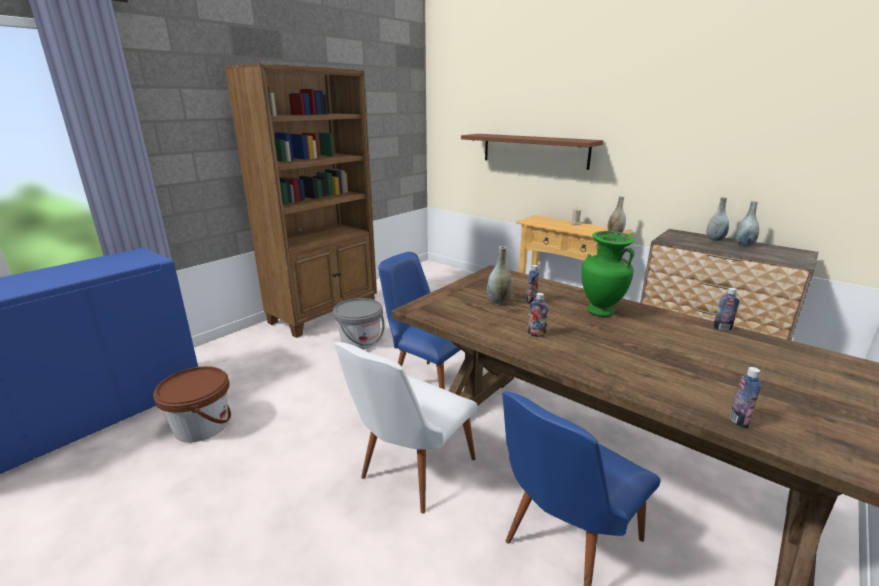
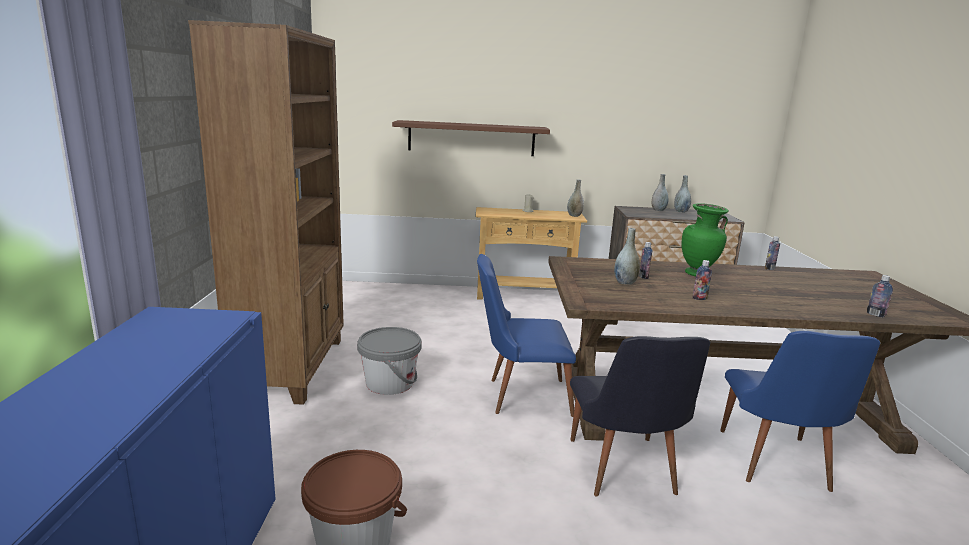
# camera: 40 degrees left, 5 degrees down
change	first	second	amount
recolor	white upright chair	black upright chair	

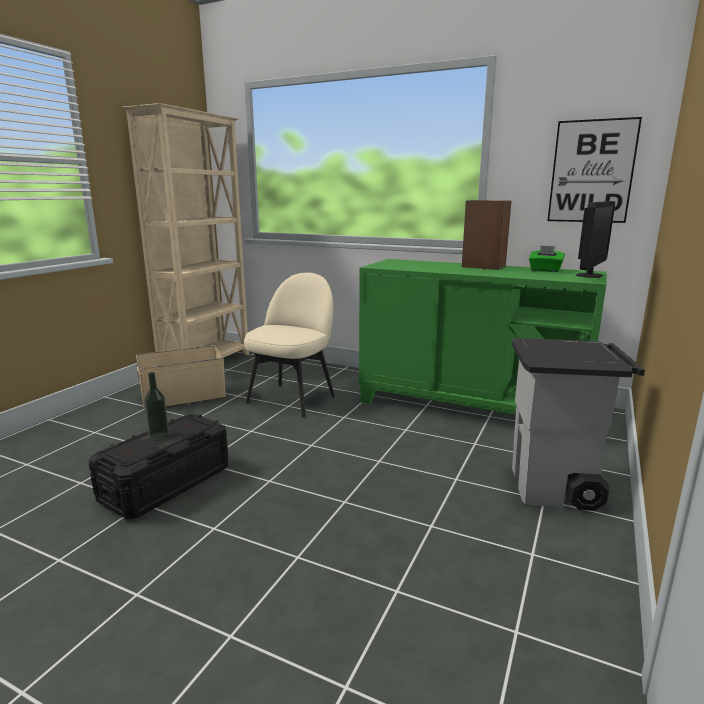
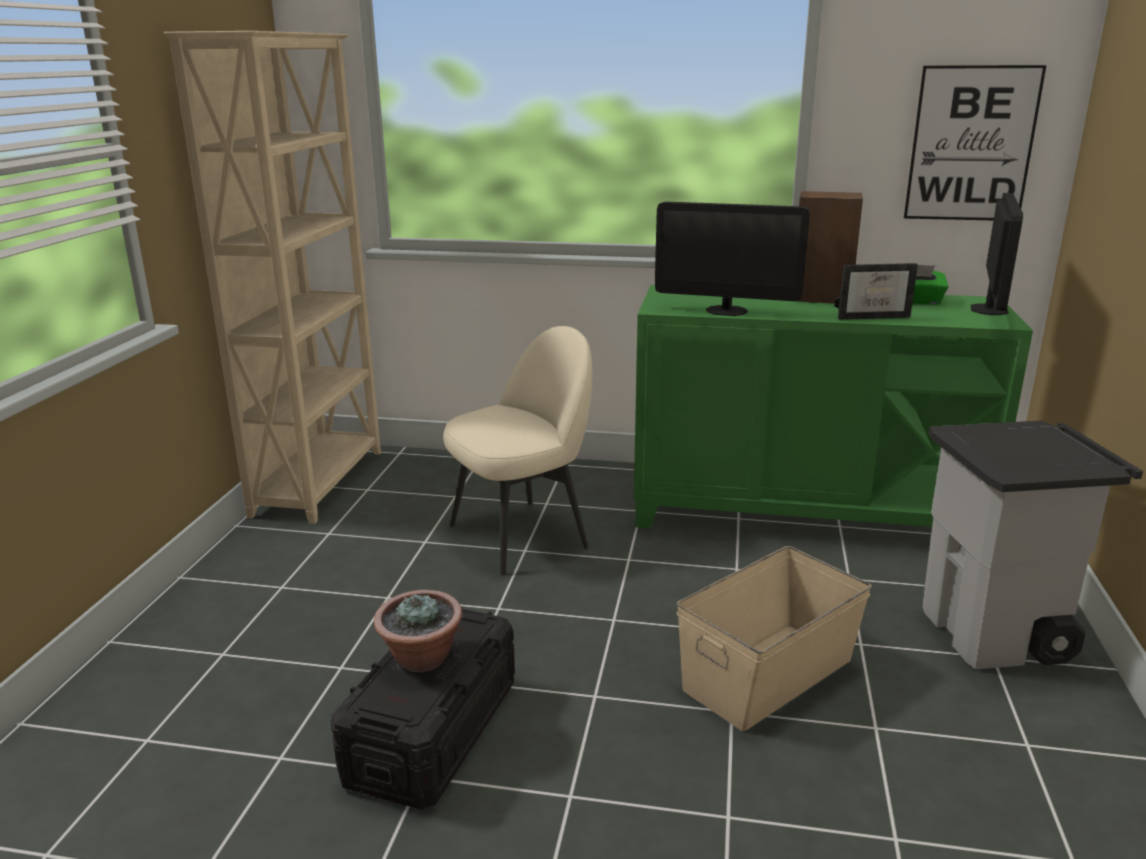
# camera: 15 degrees left, 5 degrees up
change	first	second	amount
insert		computer screen (1st from left)	
insert		picture frame	
move	beige-coloured storage container		
replace	beverage bottle	plant in a pot	
rotate	beige-coloured upright chair		45 degrees clockwise

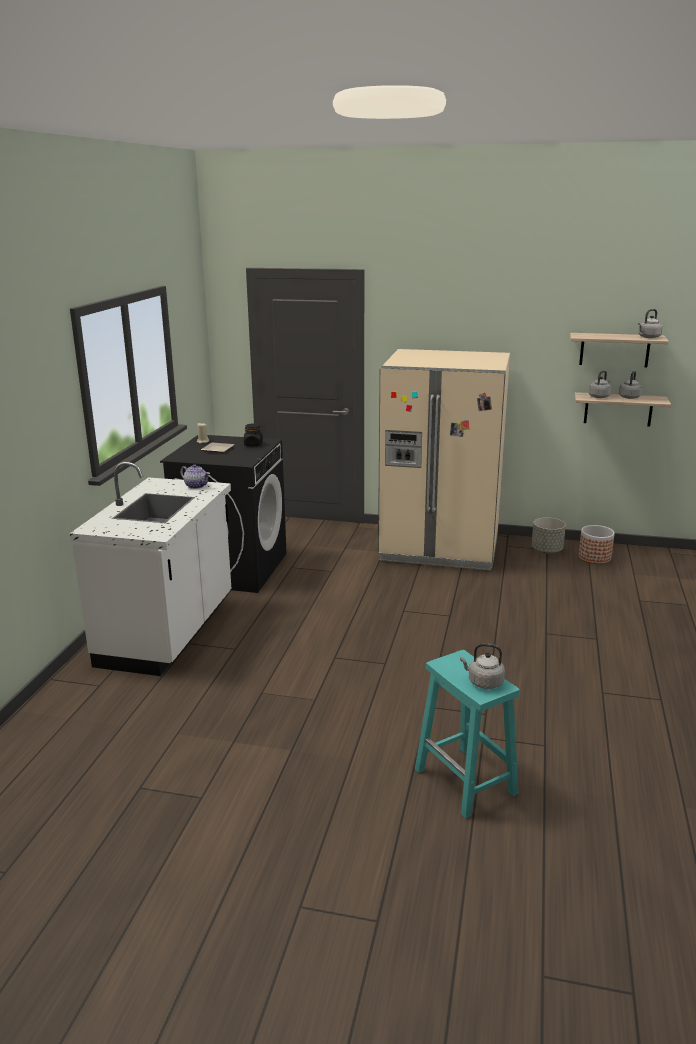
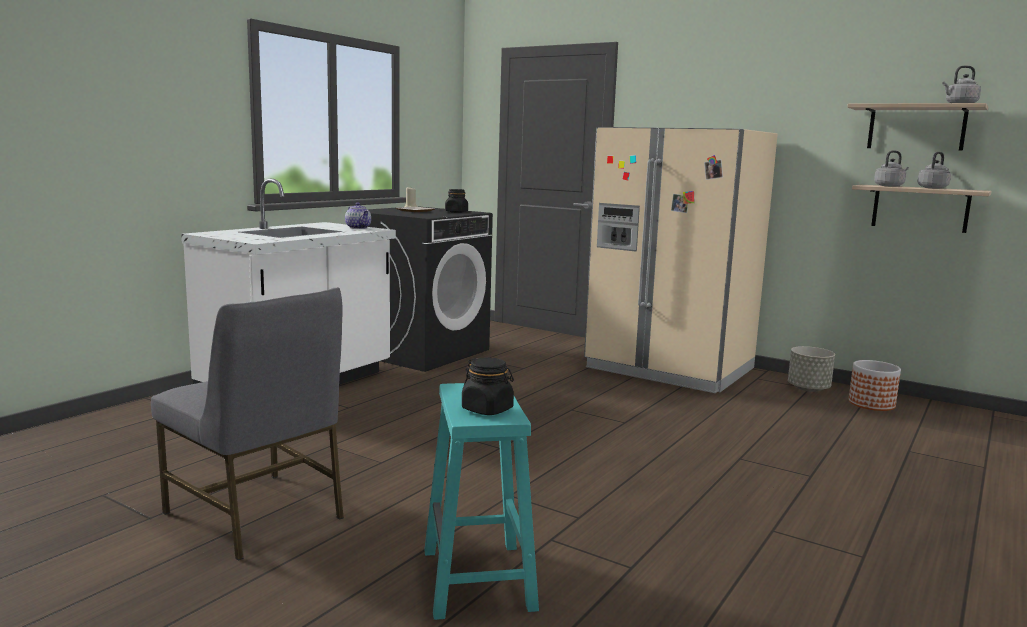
# camera: 20 degrees right, 10 degrees down
change	first	second	amount
insert		grey upright chair	
replace	grey kettle (1st from left)	black jar (2nd from left)	

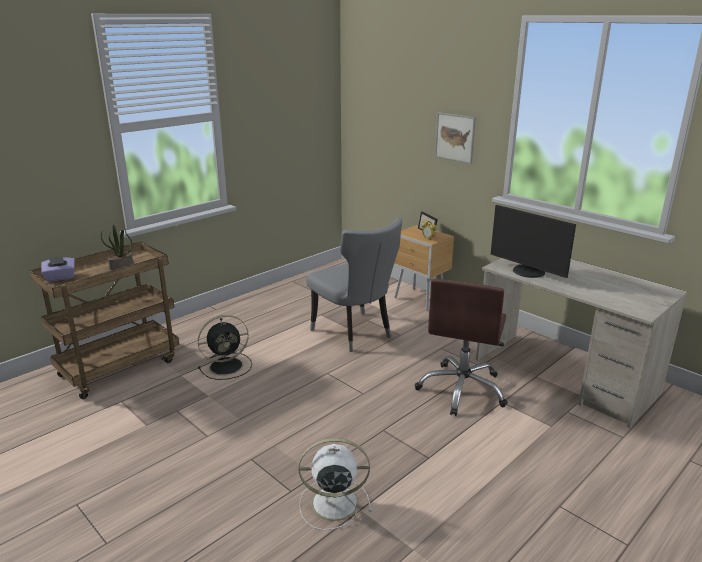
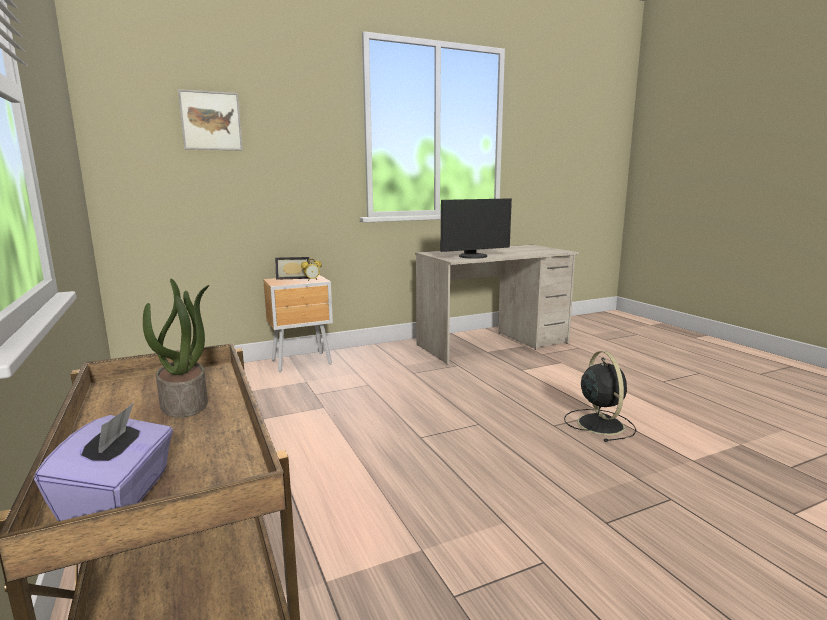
# camera: 70 degrees left, 10 degrees down
change	first	second	amount
delete	white cooling fan		
delete	grey upright chair		
delete	brown-coloured desk chair		
move	black cooling fan		
move	picture		

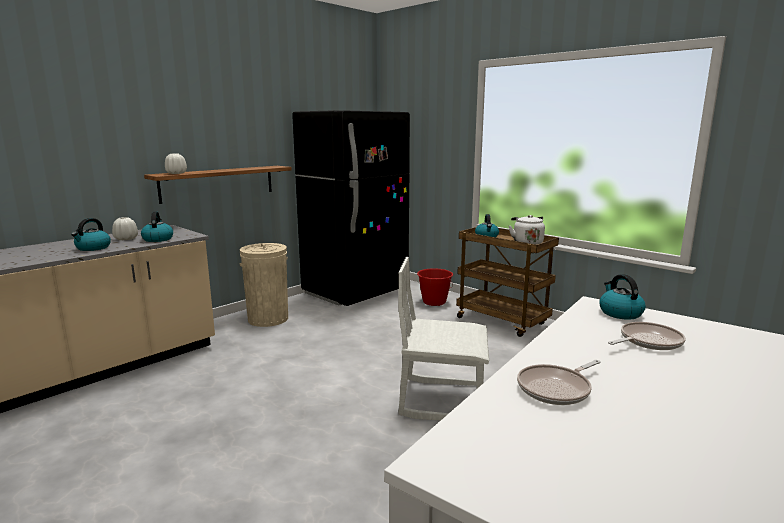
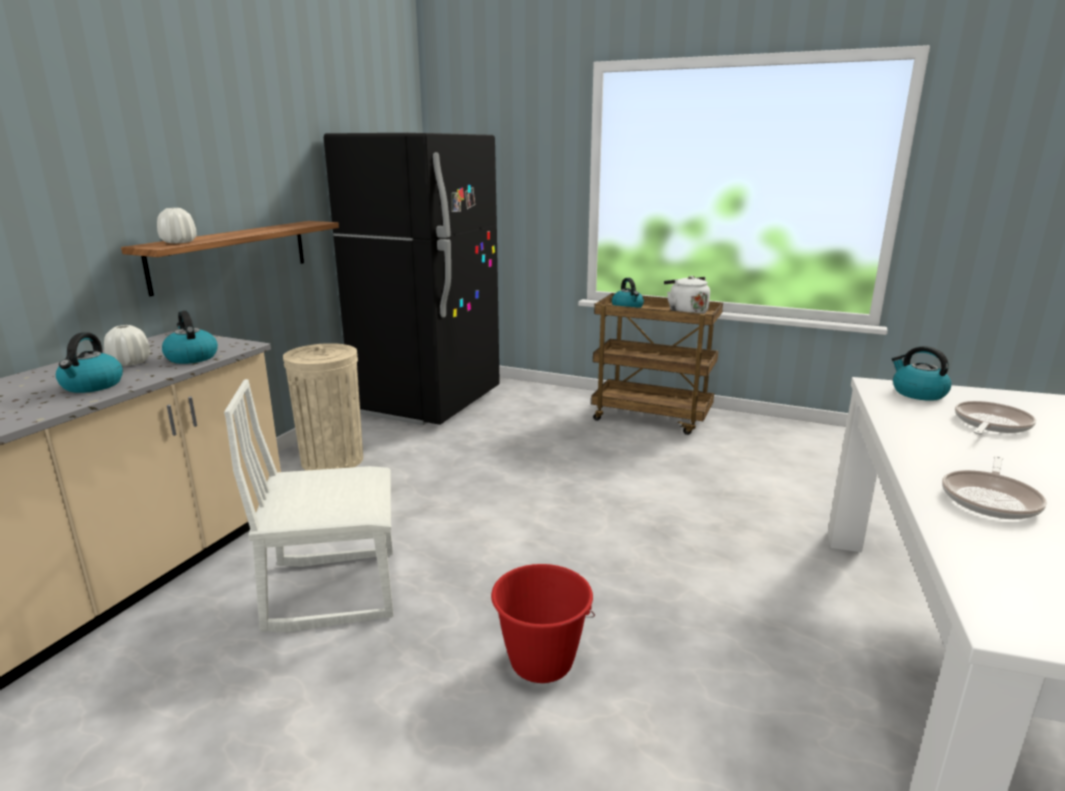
# camera: 20 degrees left, 5 degrees up
change	first	second	amount
move	white upright chair		
move	red-coloured pail		

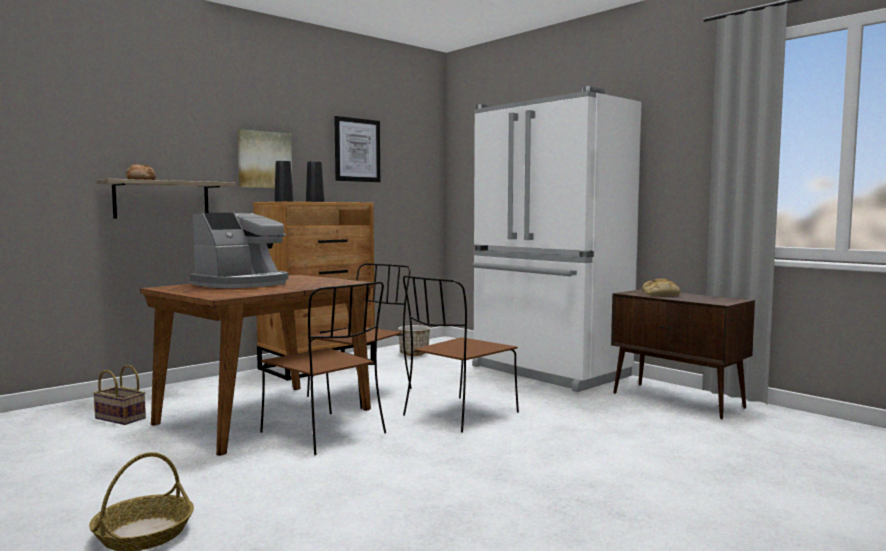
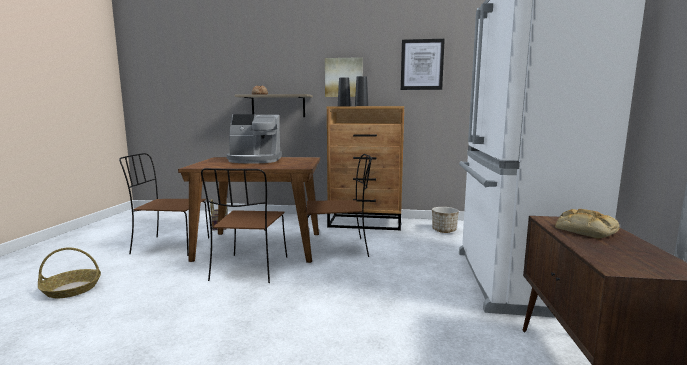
# camera: 50 degrees right, 5 degrees up
change	first	second	amount
move	brown-coloured upright chair (3rd from left in the first image)	brown-coloured upright chair (1st from left)	

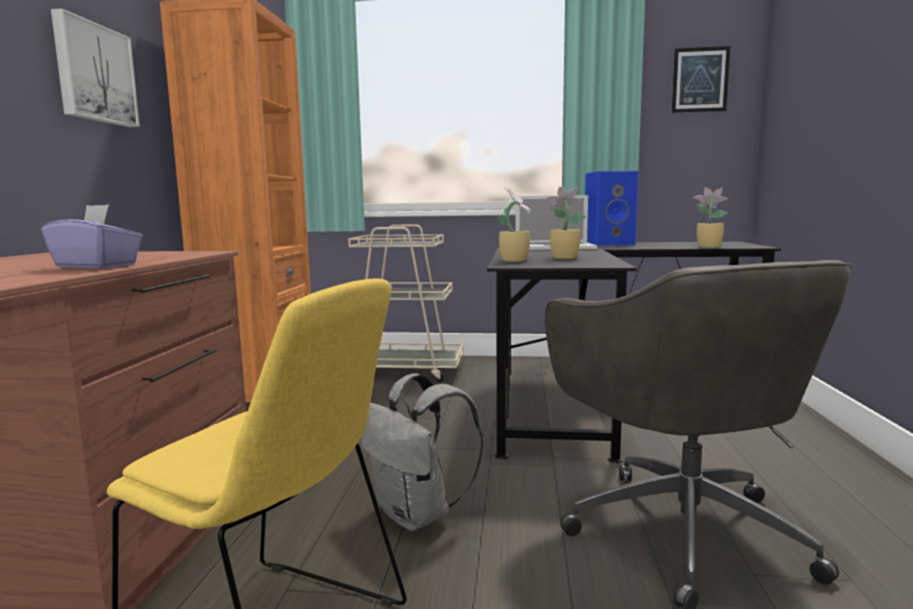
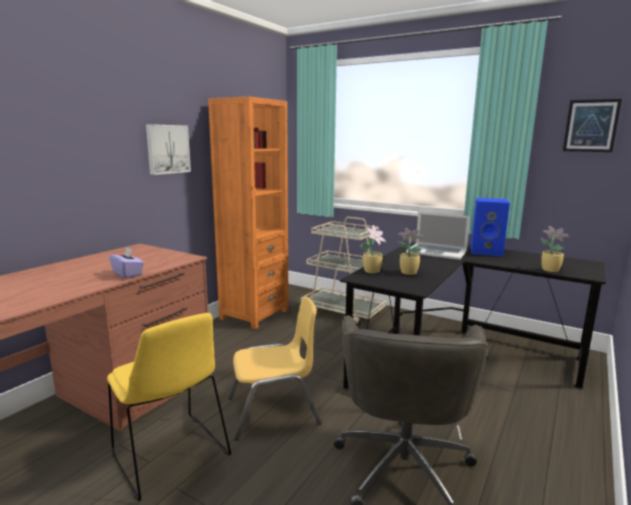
# camera: 25 degrees right, 5 degrees up
change	first	second	amount
replace	grey backpack	yellow-coloured upright chair (2nd from left)	

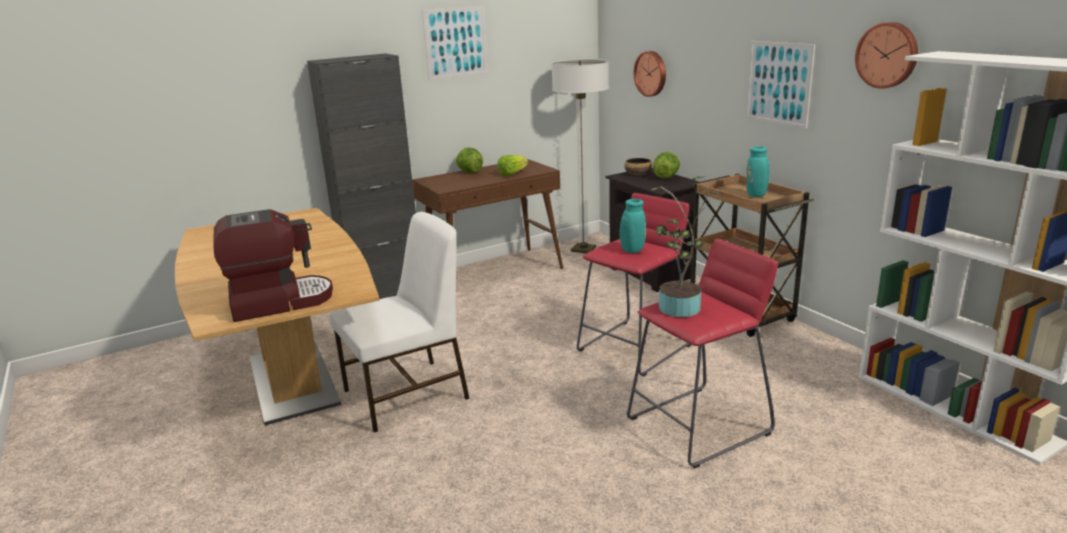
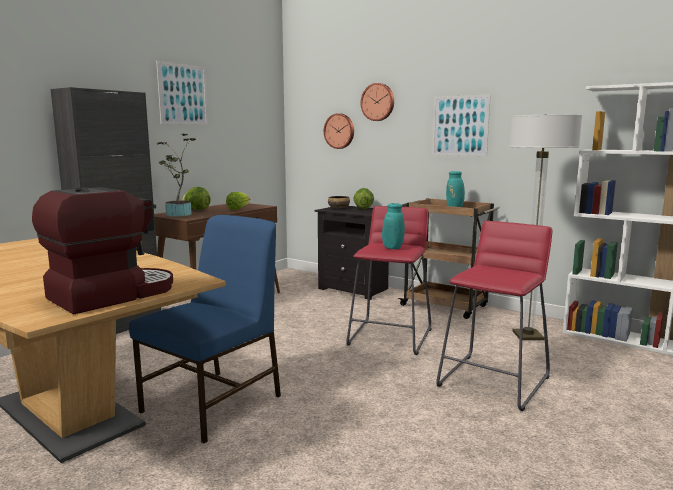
# camera: 25 degrees left, 10 degrees down
change	first	second	amount
move	standing lamp		
move	plant in a pot		
move	clock on the wall (2nd from left)		
recolor	white upright chair	blue upright chair	

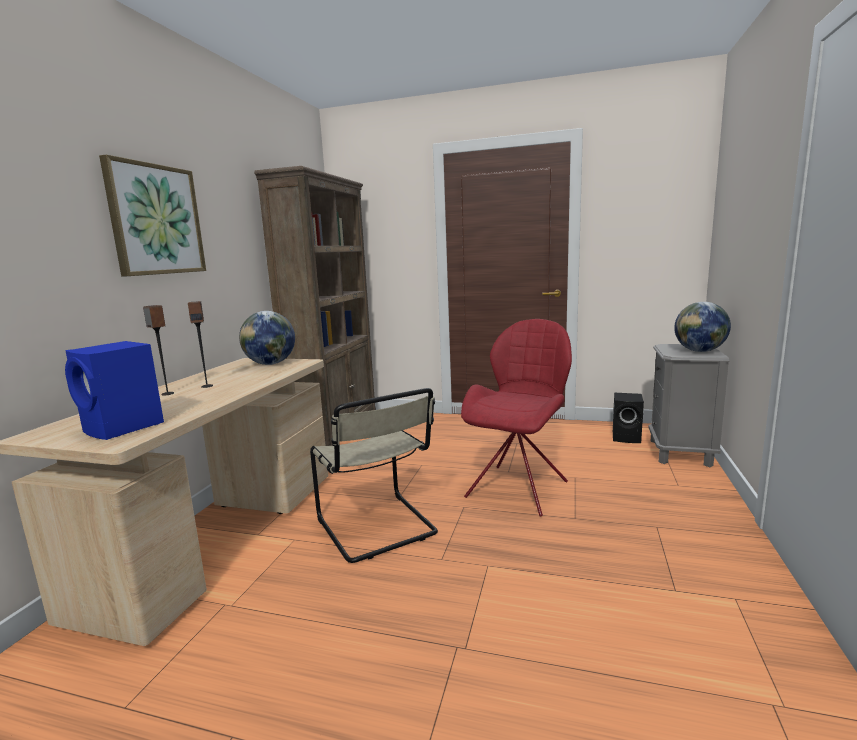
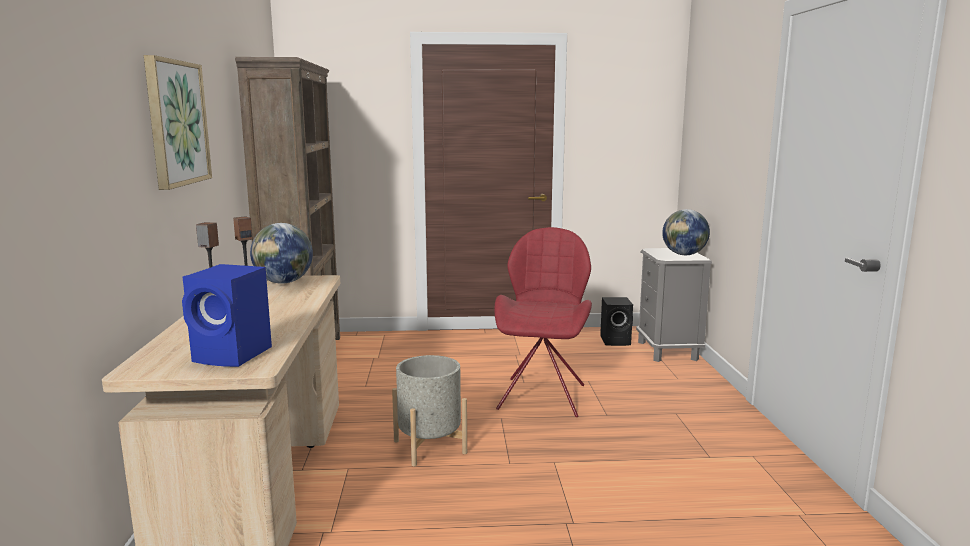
# camera: 20 degrees left, 0 degrees up
change	first	second	amount
replace	beige-coloured upright chair	grey flower pot	

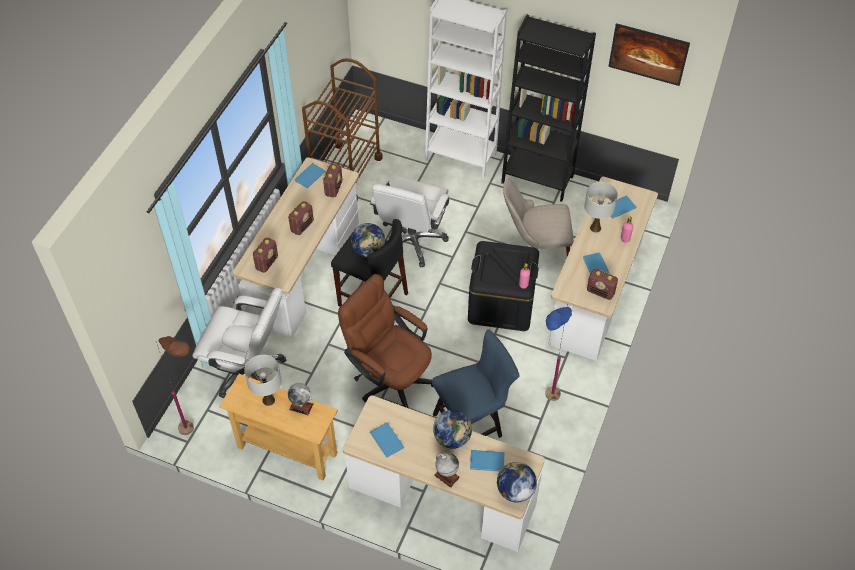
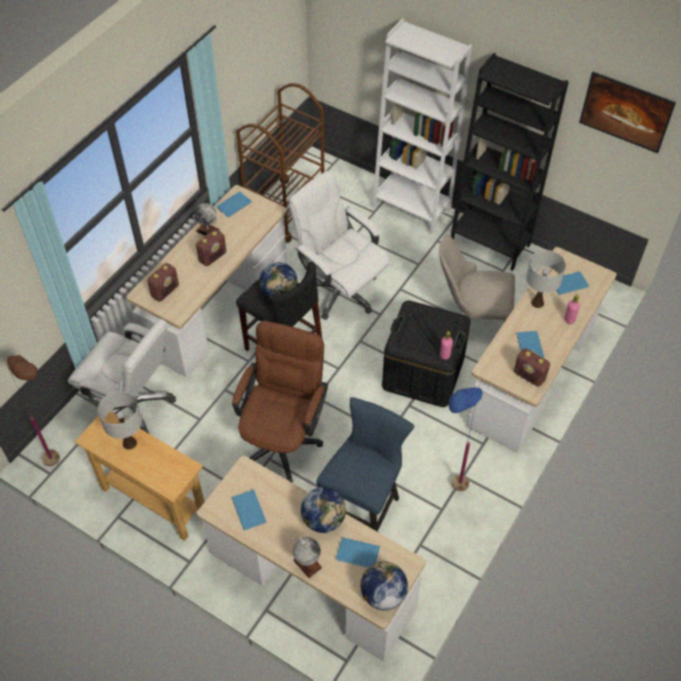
# camera: 10 degrees right, 0 degrees up
change	first	second	amount
delete	radio receiver (3rd from left)		
move	world globe (1st from left)		
rotate	brown-coloured desk chair		60 degrees clockwise
rotate	white desk chair (2nd from left)		105 degrees clockwise
rotate	blue upright chair		45 degrees counterclockwise

